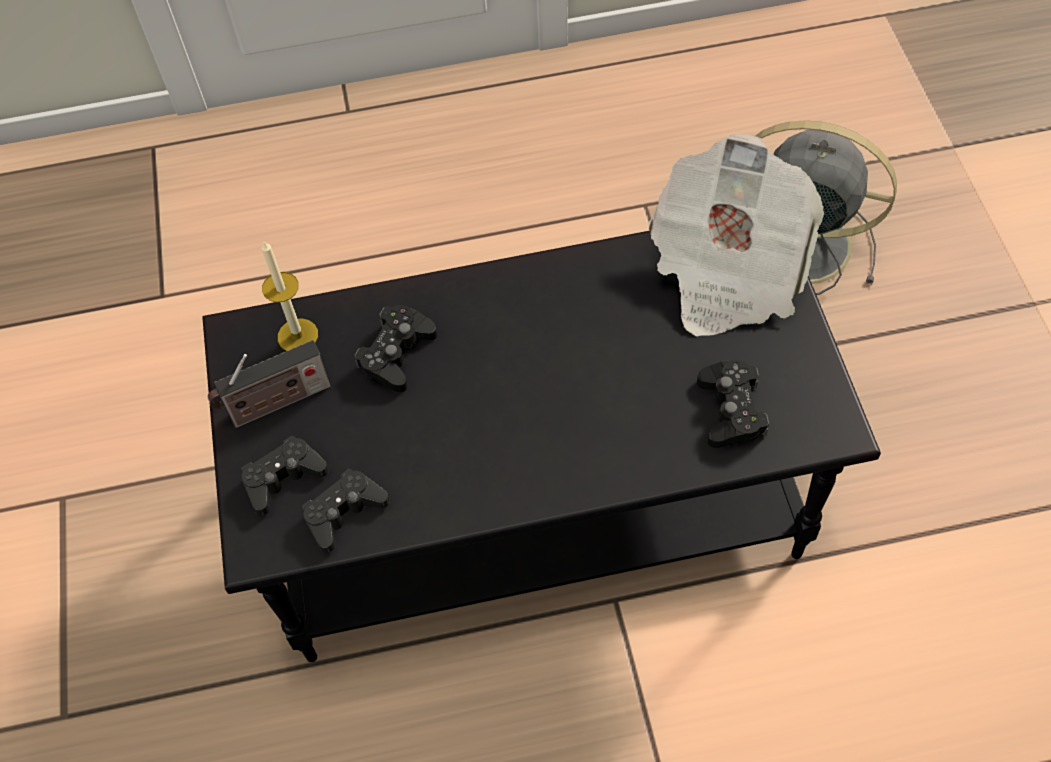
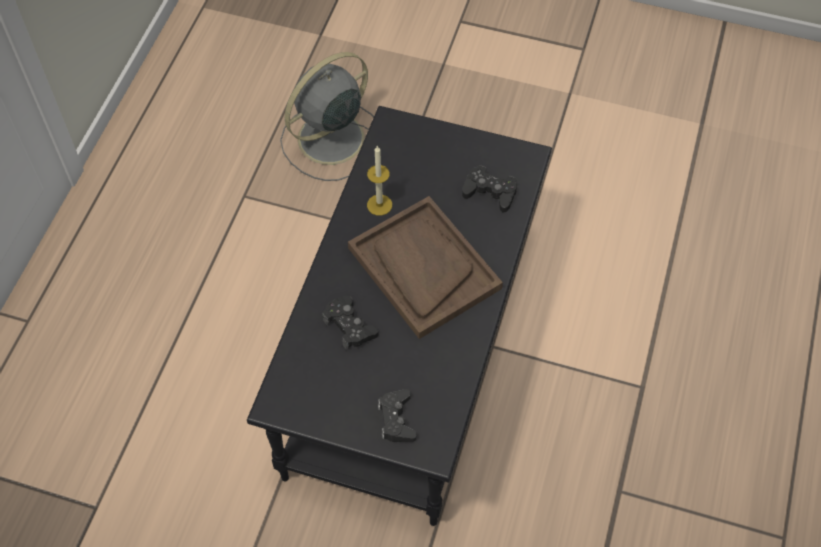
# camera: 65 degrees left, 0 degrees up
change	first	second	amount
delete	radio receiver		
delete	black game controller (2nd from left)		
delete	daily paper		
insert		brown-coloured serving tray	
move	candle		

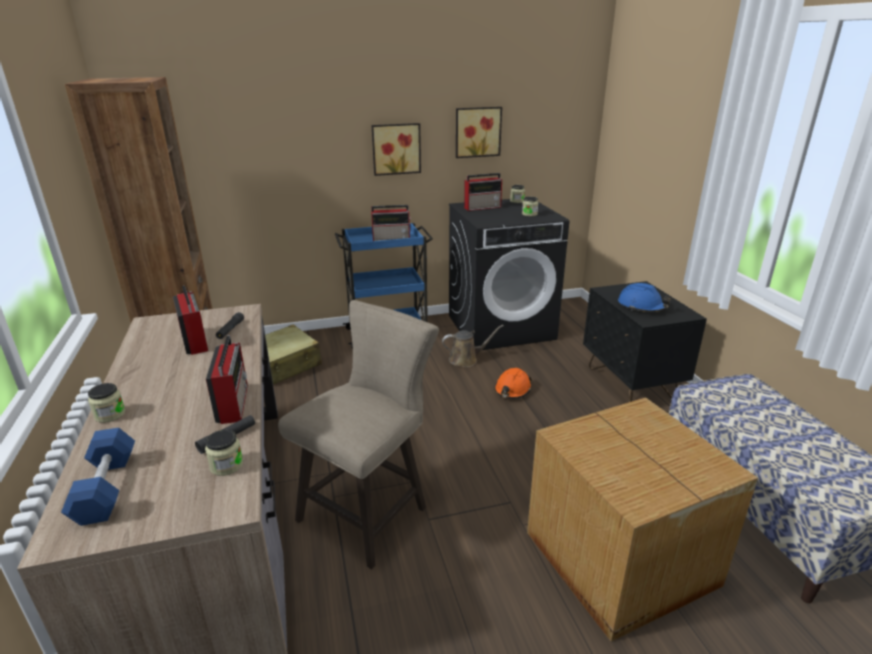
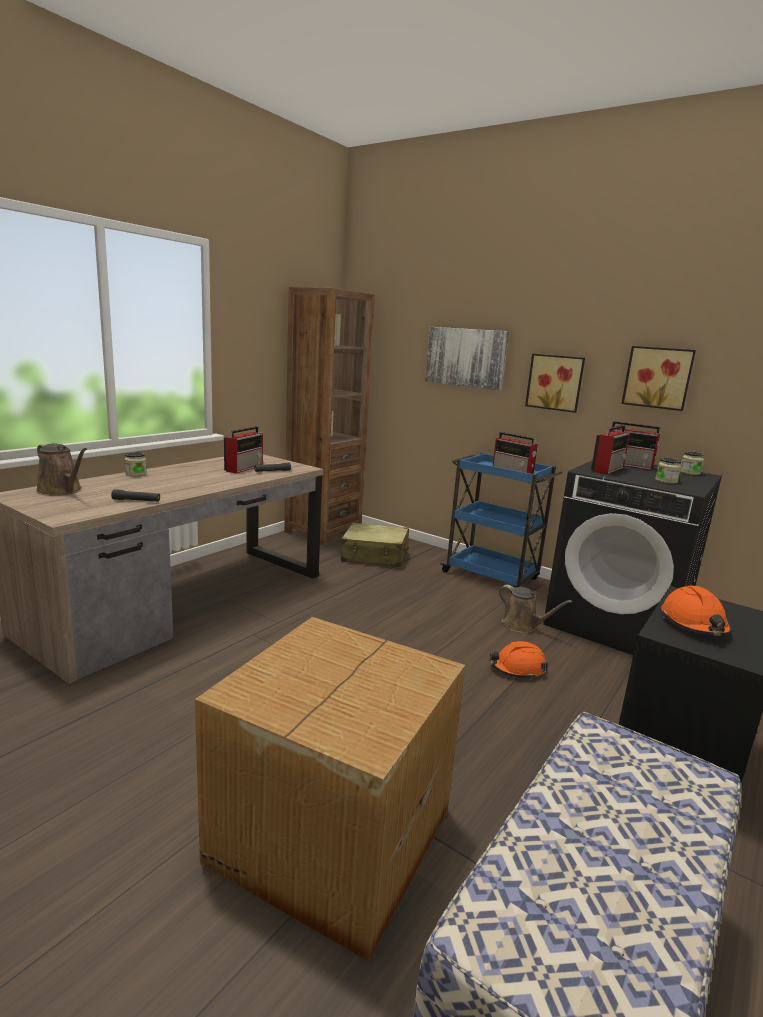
# camera: 50 degrees right, 10 degrees down
change	first	second	amount
delete	jar (2nd from left)		
delete	beige-coloured sitting stool		
insert		picture (1st from left)	
move	radio receiver (2nd from left in the first image)	radio receiver (3rd from left)	
replace	blue dumbbell	brown-coloured watering pot (1st from left)	
recolor	blue safety helmet	orange safety helmet (2nd from left)	

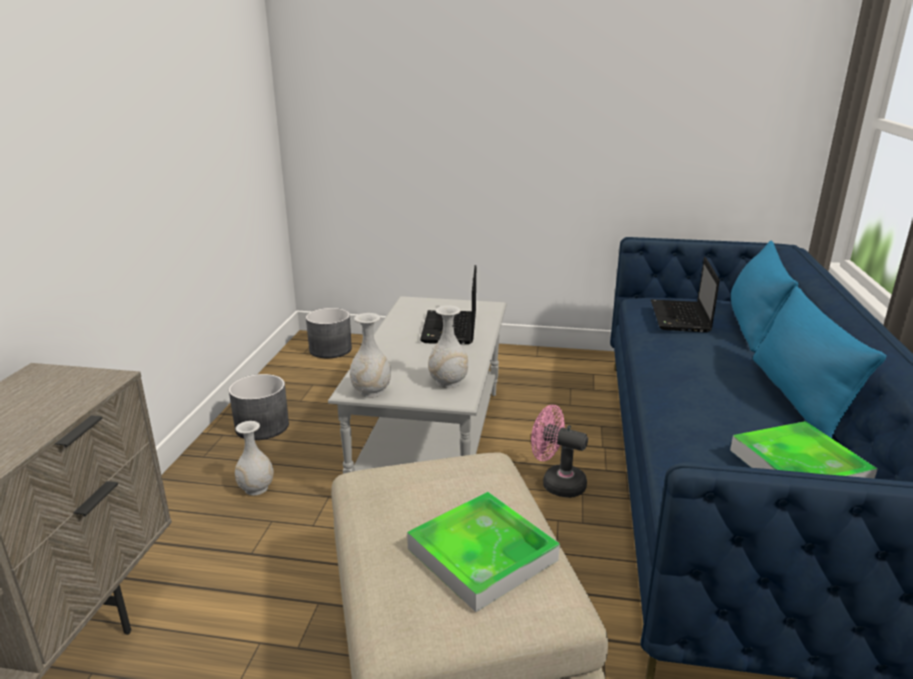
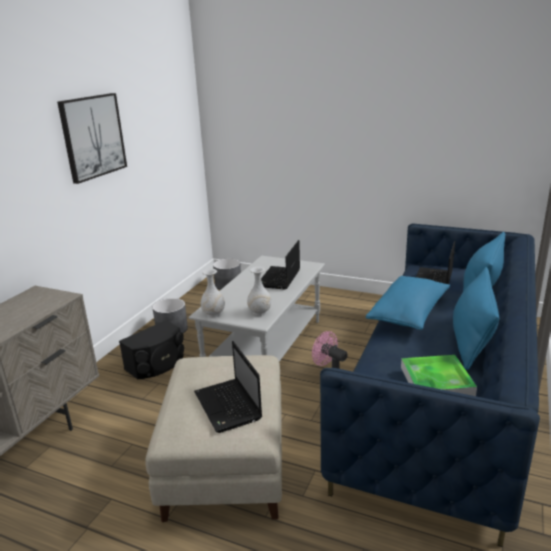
# camera: 15 degrees right, 0 degrees up
change	first	second	amount
insert		picture	
insert		blue cushion (1st from left)	
replace	white vase (1st from left)	black audio speaker	
replace	serving tray (1st from left)	portable computer (1st from left)	

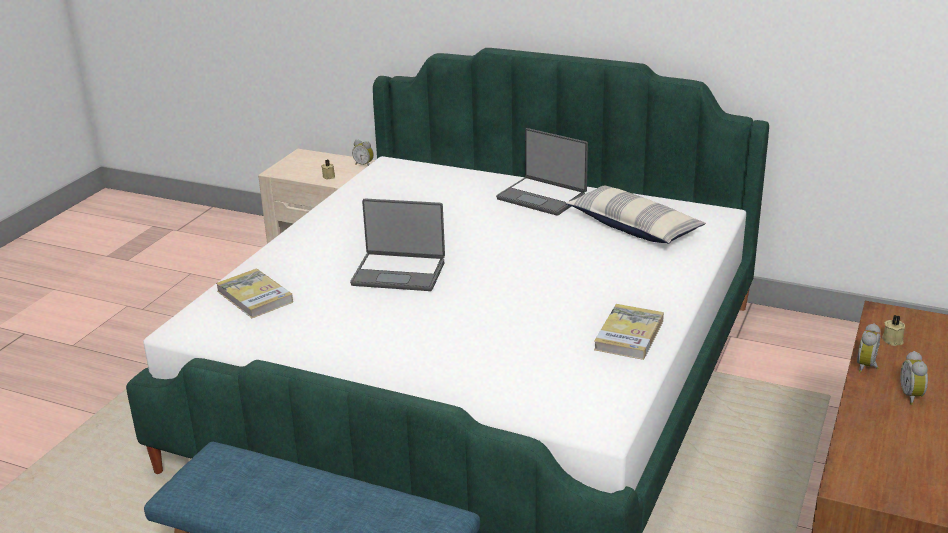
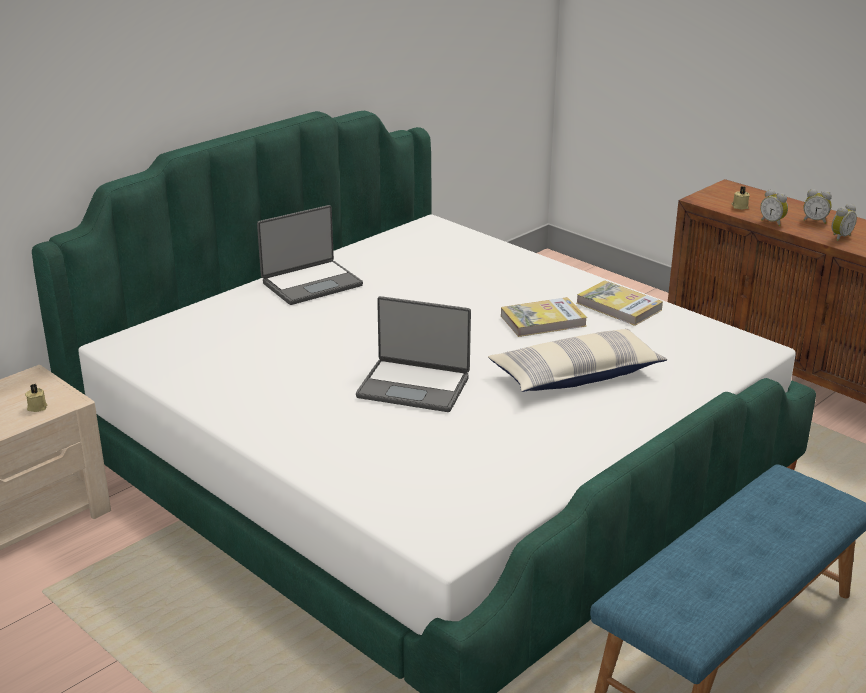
# camera: 70 degrees left, 0 degrees up
change	first	second	amount
move	bound book (1st from left)		
move	bedside clock (1st from left in the first image)	bedside clock (3rd from left)	
move	cushion		
rotate	portable computer (1st from left in the first image)	portable computer (2nd from left)	75 degrees clockwise

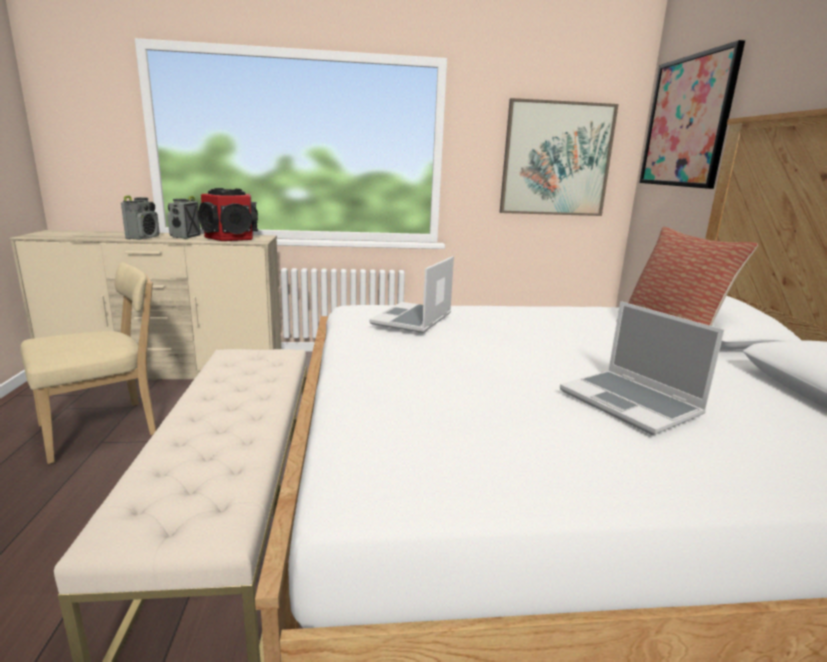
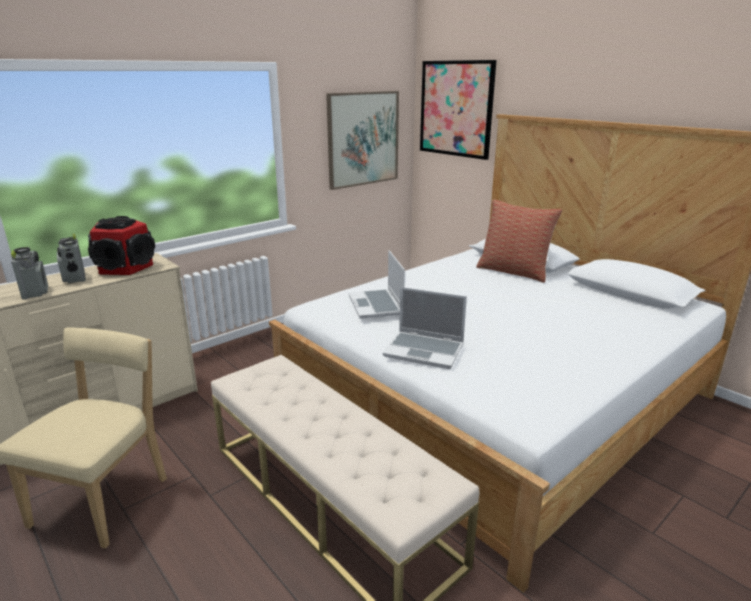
# camera: 35 degrees left, 5 degrees up
change	first	second	amount
move	portable computer (2nd from left)		

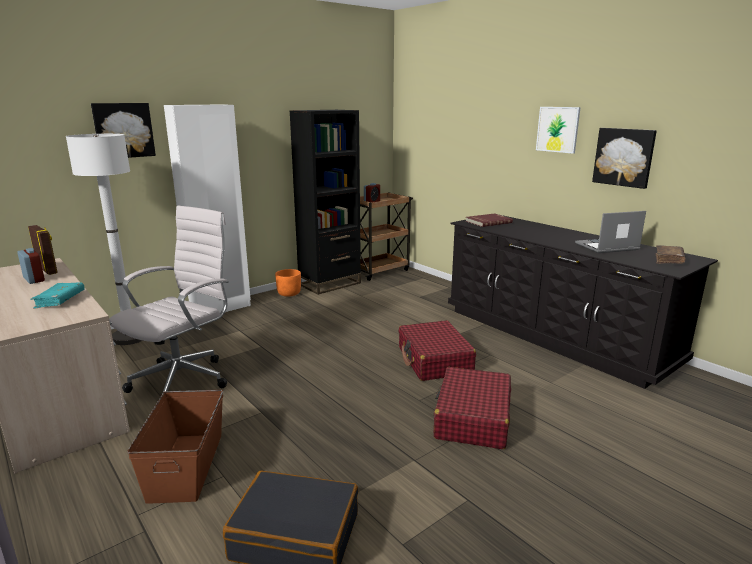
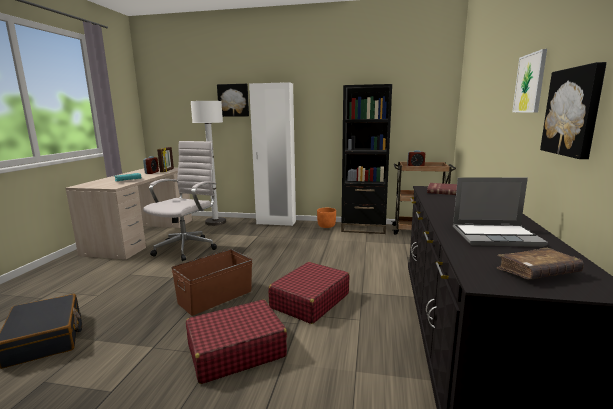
# camera: 50 degrees right, 5 degrees down
change	first	second	amount
move	brown-coloured storage container		
rotate	white desk chair		60 degrees counterclockwise
rotate	portable computer		150 degrees clockwise

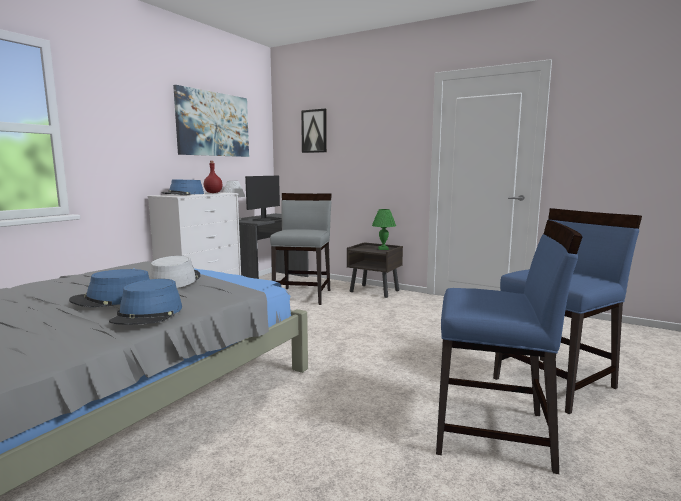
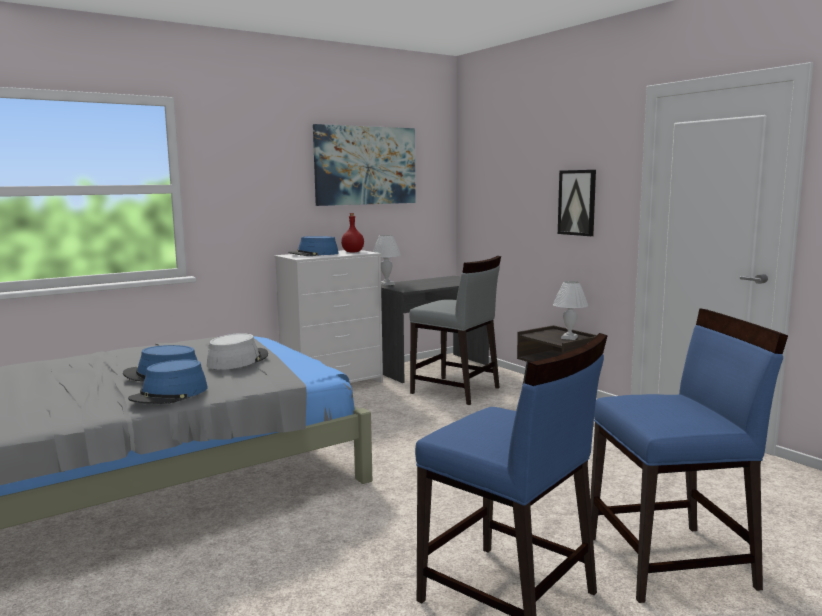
# camera: 25 degrees right, 0 degrees up
change	first	second	amount
delete	computer screen		
move	picture (2nd from left)		
recolor	green-coloured tabletop lamp	white tabletop lamp (2nd from left)	
rotate	grey upright chair		90 degrees clockwise

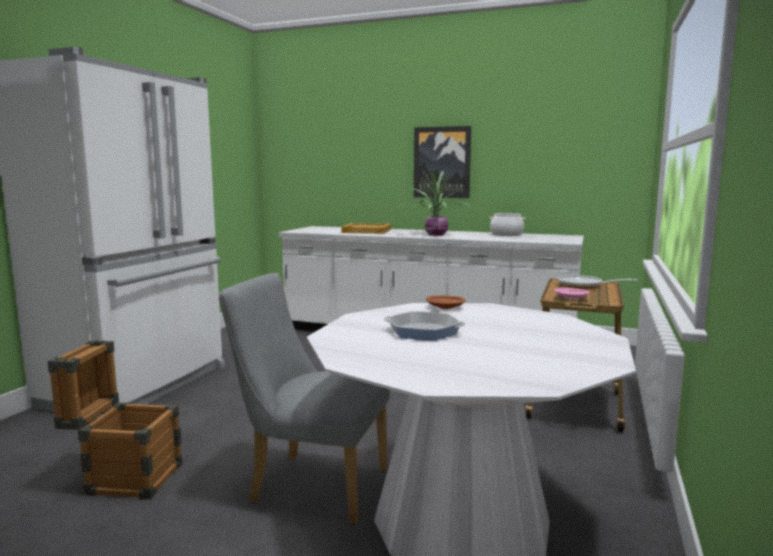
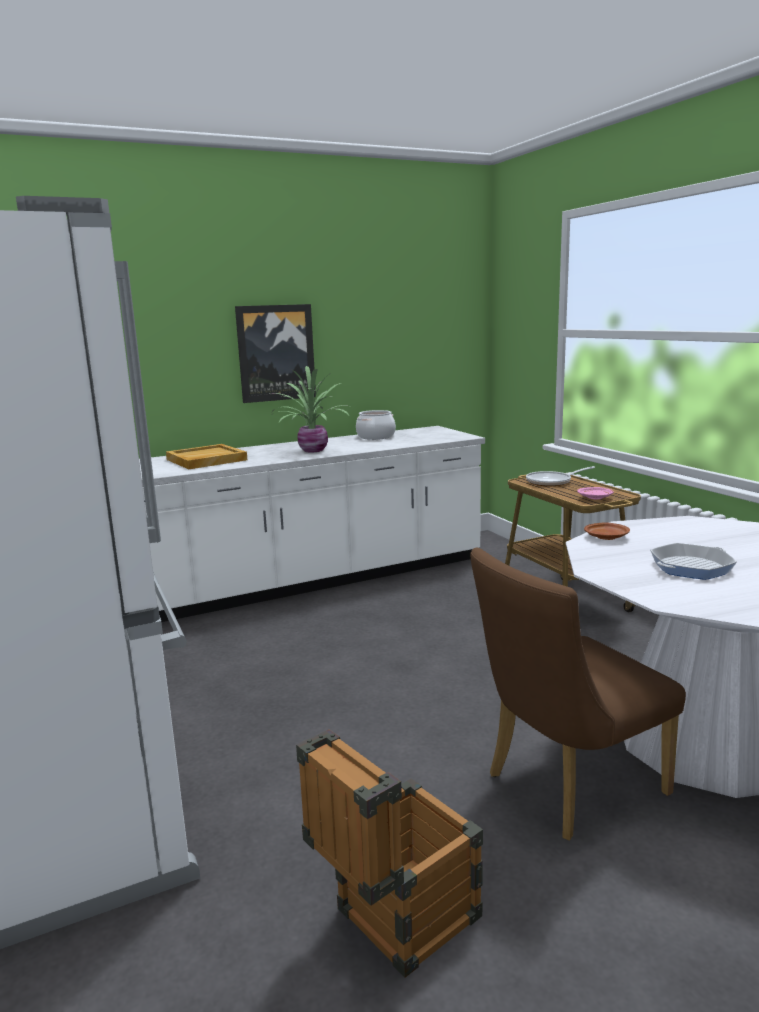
# camera: 45 degrees left, 5 degrees up
change	first	second	amount
recolor	grey upright chair	brown-coloured upright chair	

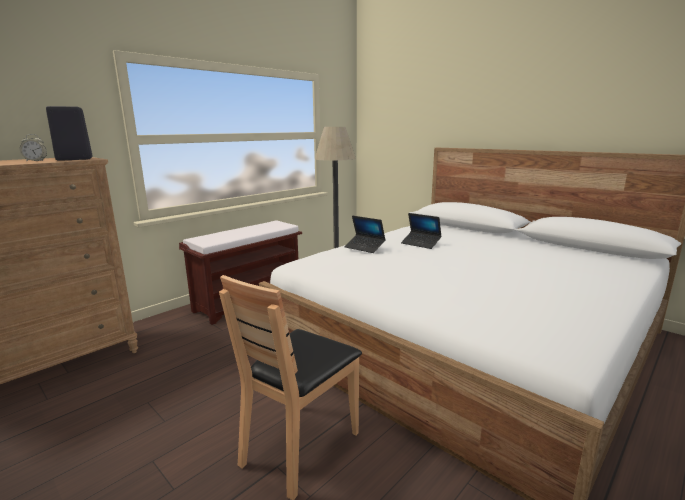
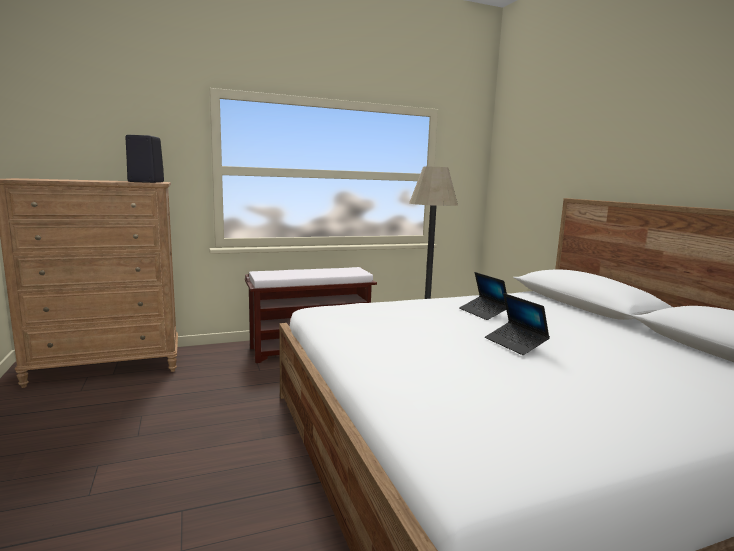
# camera: 25 degrees right, 5 degrees down
change	first	second	amount
delete	bedside clock		
delete	brown-coloured upright chair		
move	portable computer (1st from left in the first image)	portable computer (2nd from left)	

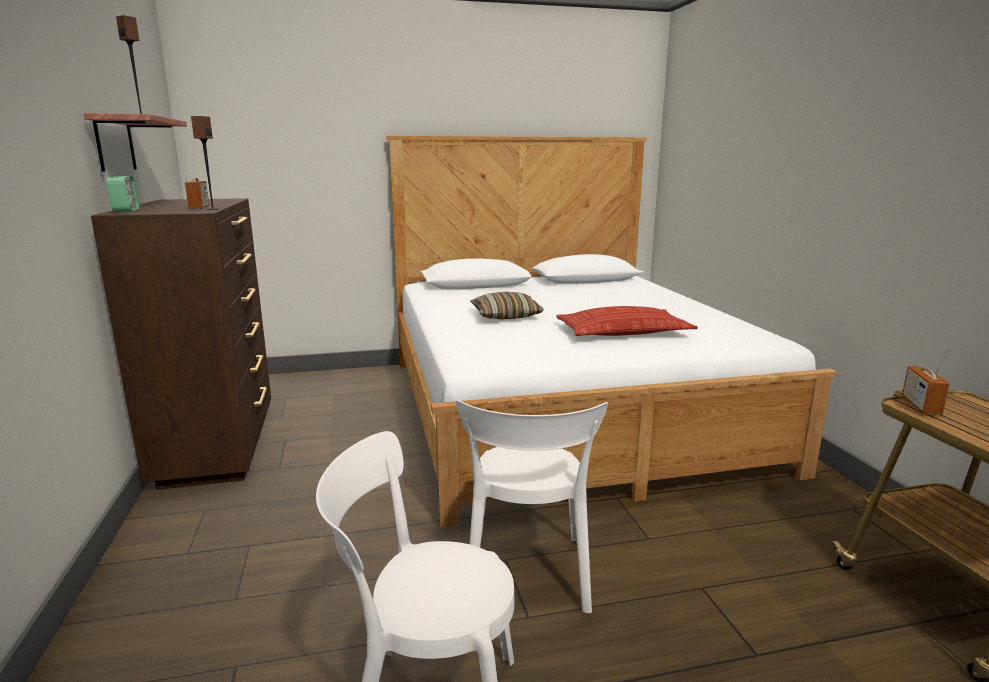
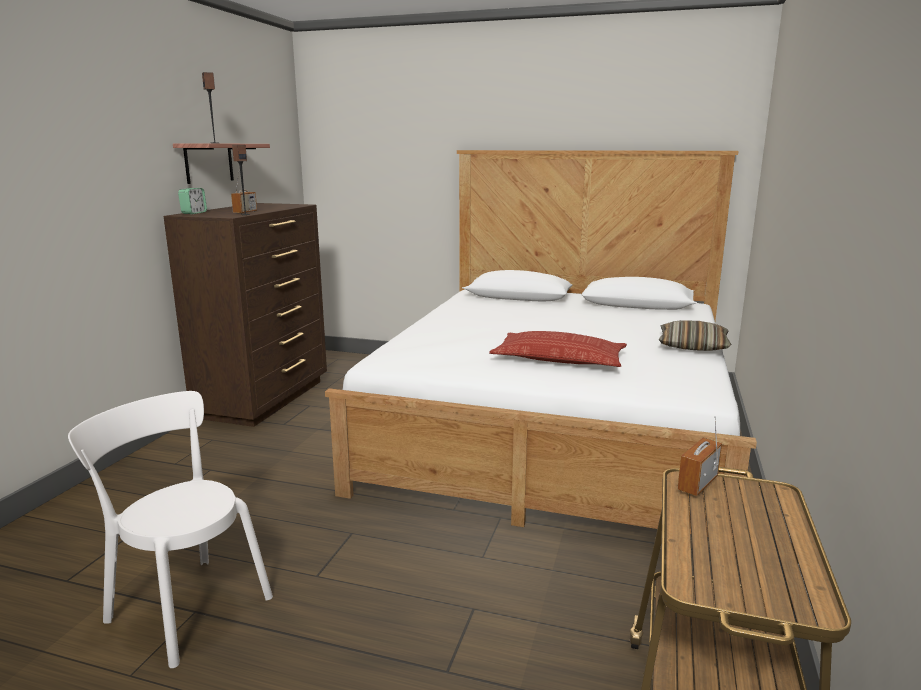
# camera: 30 degrees right, 0 degrees up
change	first	second	amount
delete	white upright chair (2nd from left)		
move	cushion (1st from left in the first image)	cushion (2nd from left)	

